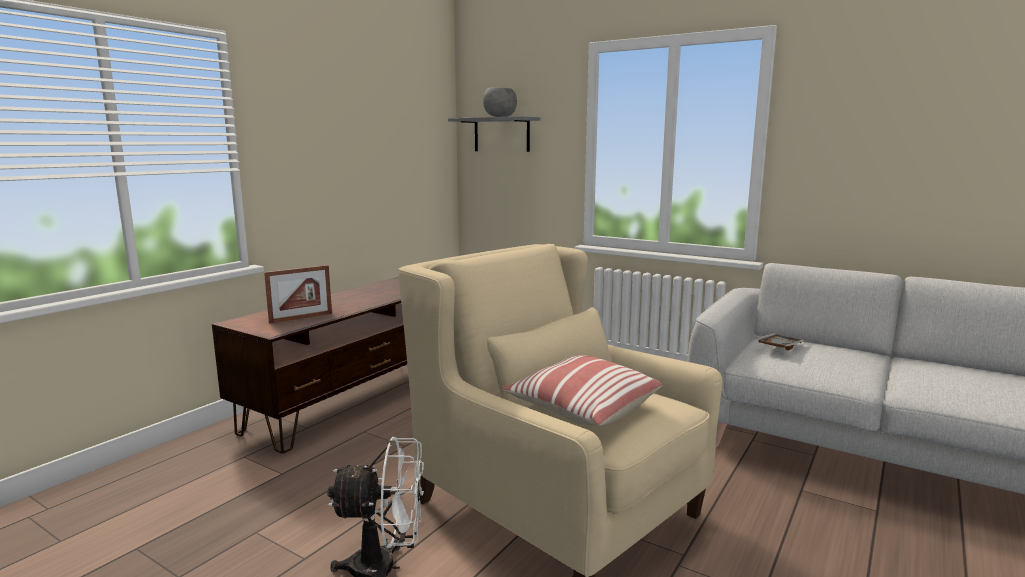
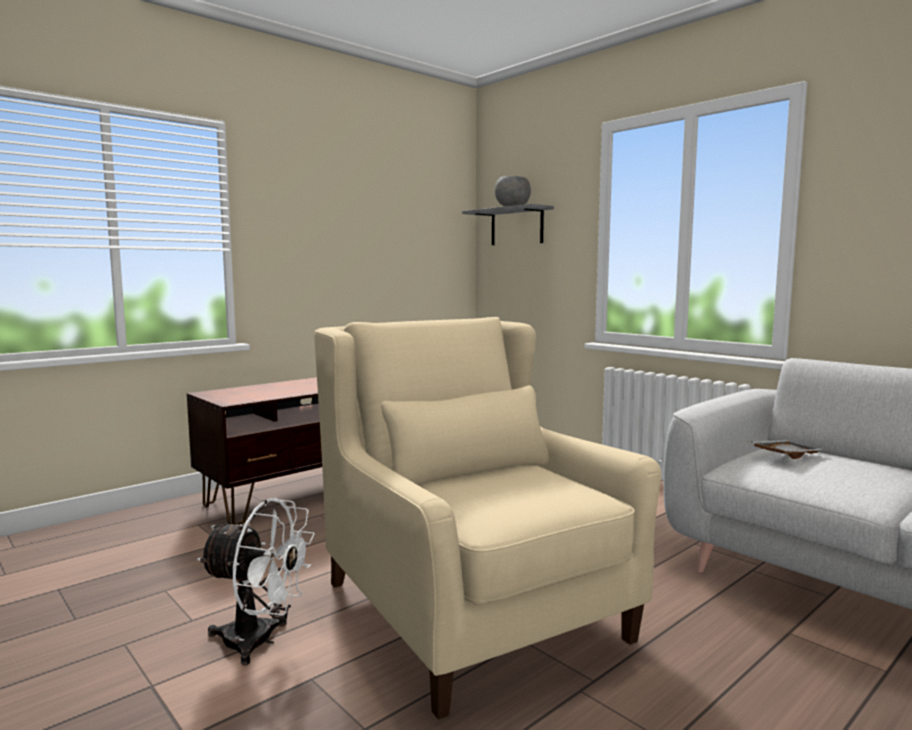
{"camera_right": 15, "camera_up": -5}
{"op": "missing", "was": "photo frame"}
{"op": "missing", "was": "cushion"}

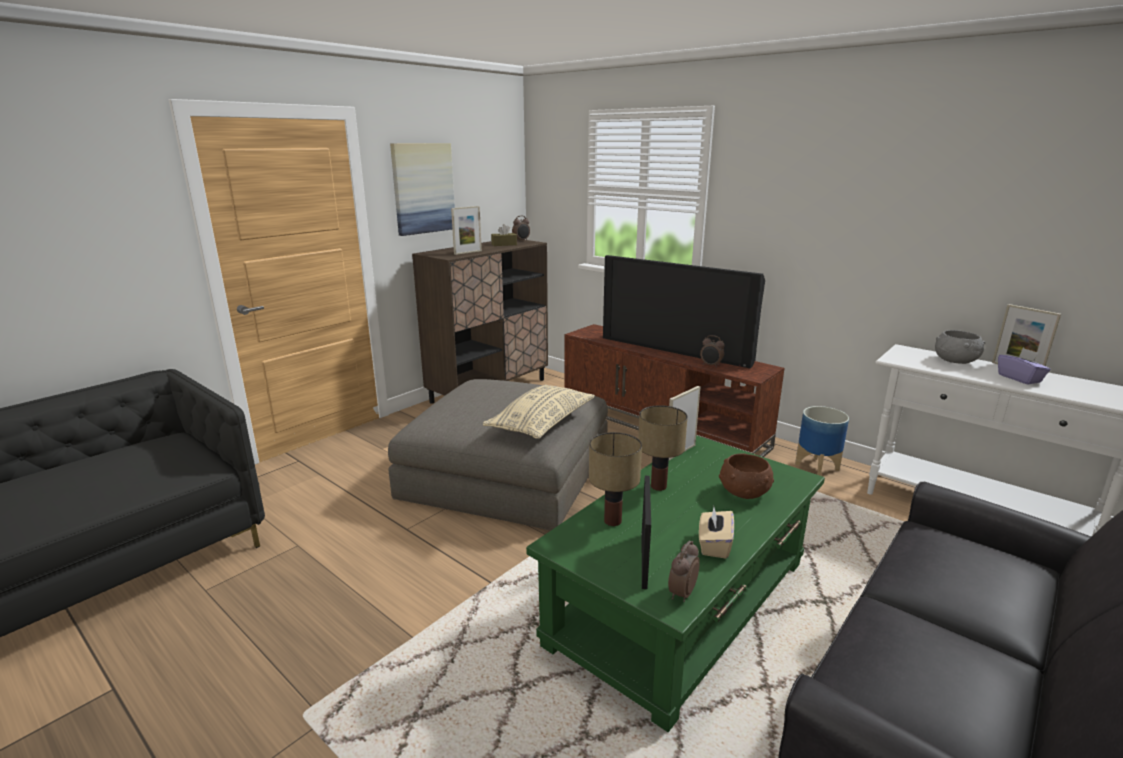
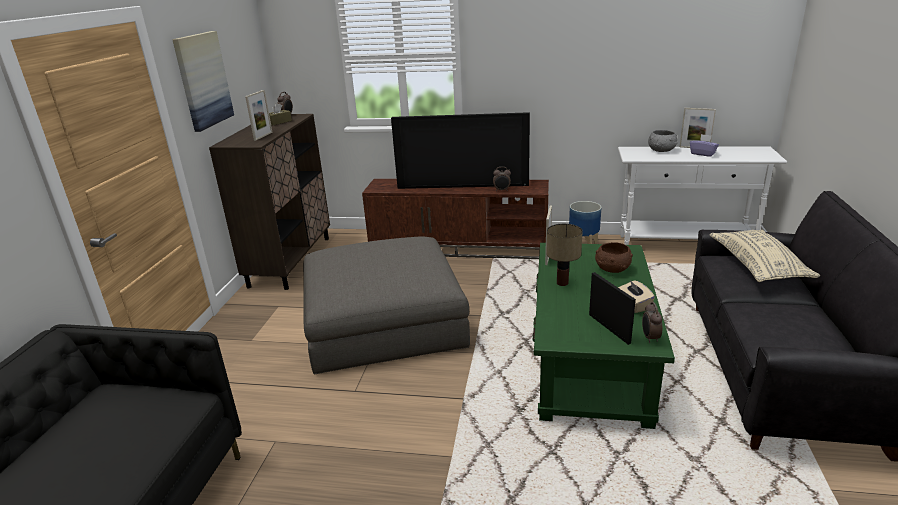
{"camera_right": -30, "camera_up": 5}
{"op": "relocated", "was": "cushion (beige)"}
{"op": "missing", "was": "tabletop lamp (no. 1 from left)"}

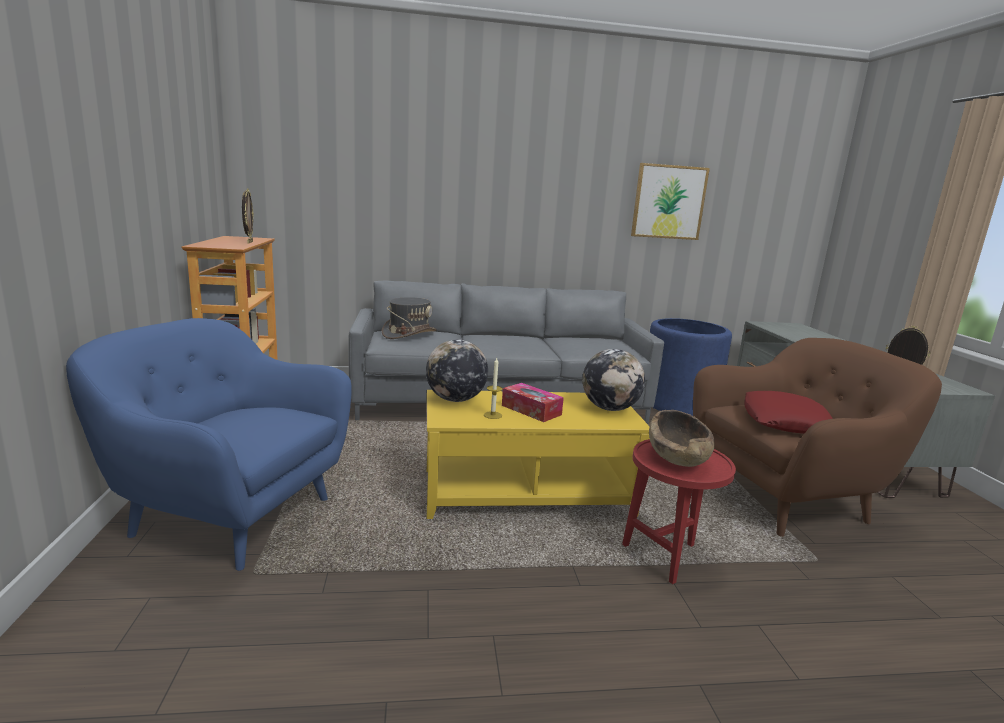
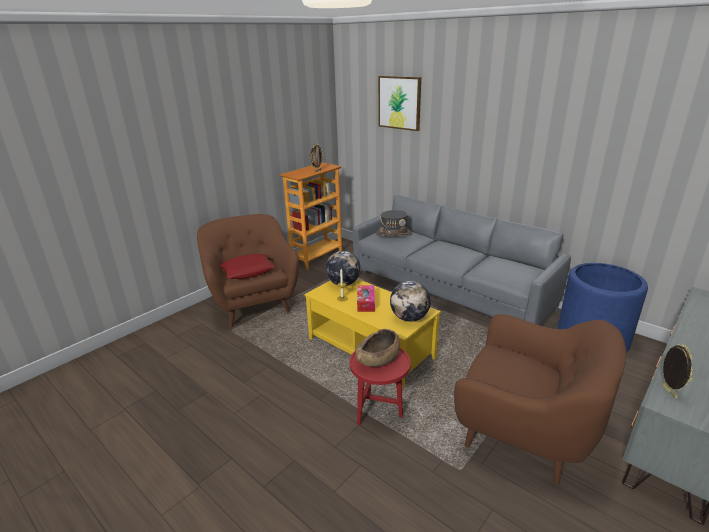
{"camera_right": 50, "camera_up": 10}
{"op": "relocated", "was": "wall art"}
{"op": "colour", "was": "lounge chair (blue-coloured)", "now": "lounge chair (brownish) (no. 1 from left)"}
{"op": "relocated", "was": "cushion (red)"}

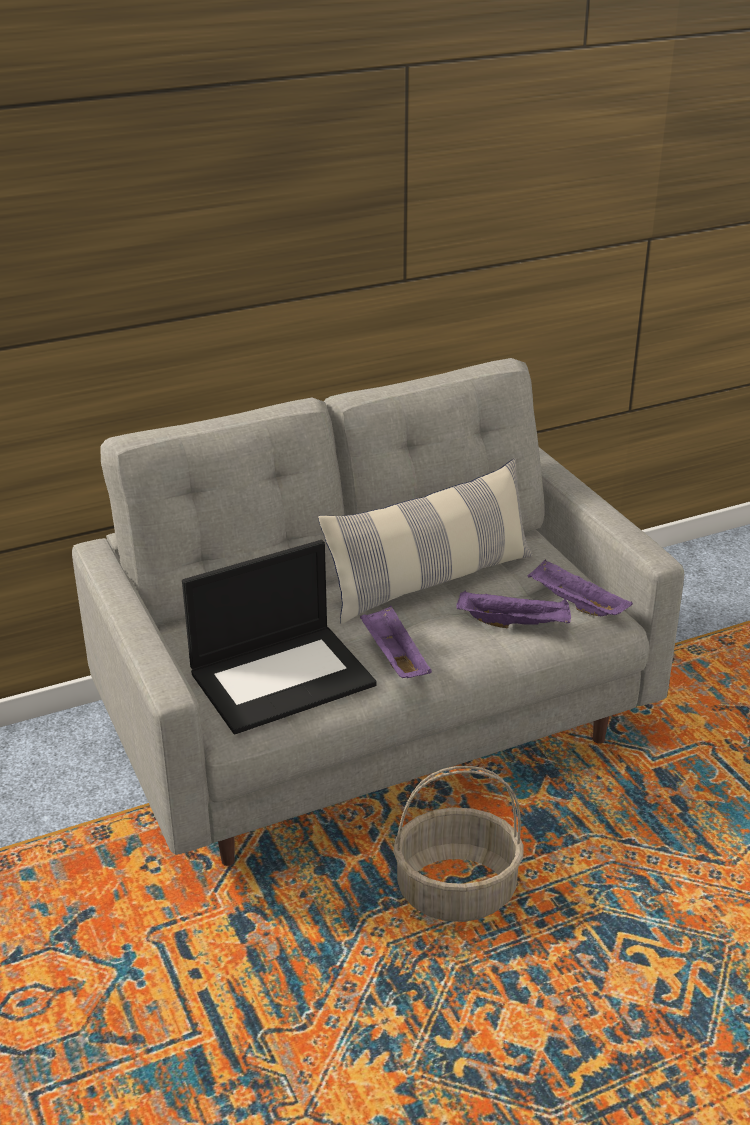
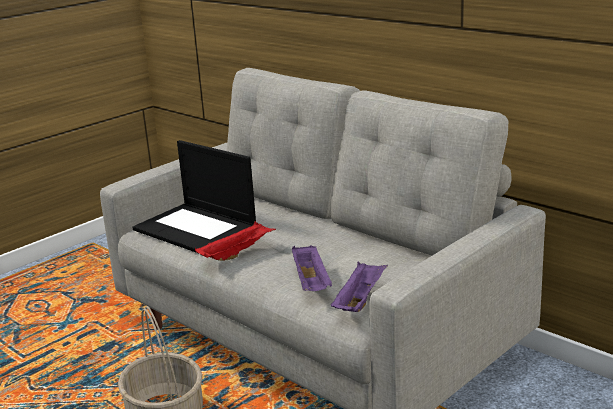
{"camera_right": 70, "camera_up": -10}
{"op": "missing", "was": "cushion"}
{"op": "colour", "was": "tray (purple) (no. 1 from left)", "now": "tray (red)"}

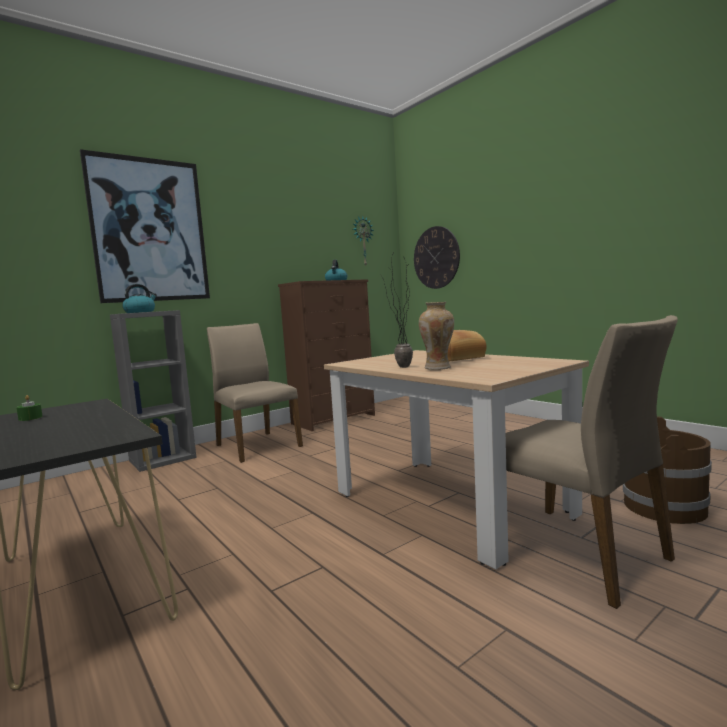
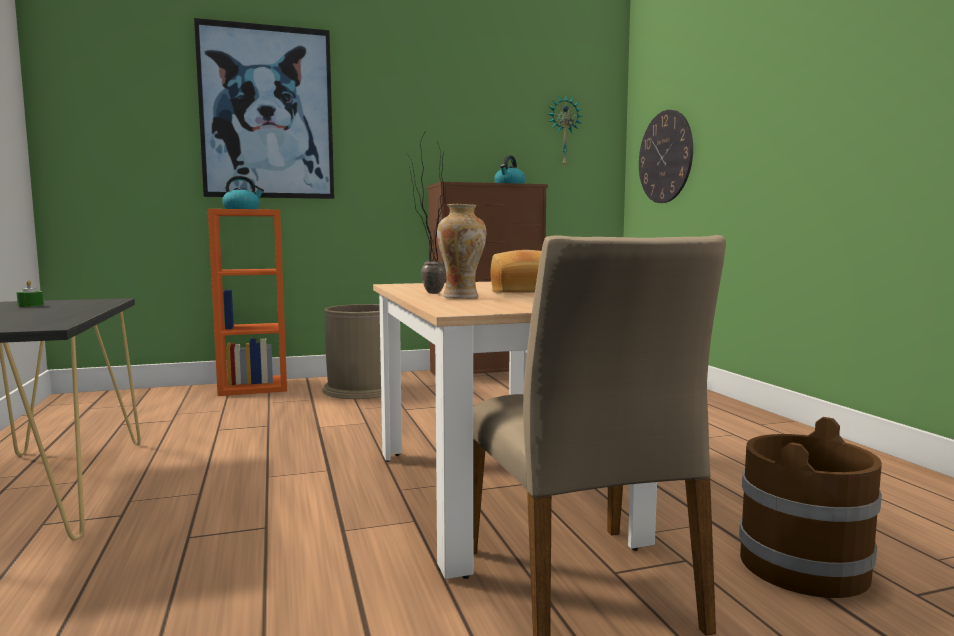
{"camera_right": 20, "camera_up": 0}
{"op": "colour", "was": "bookcase (greyish)", "now": "bookcase (orange-coloured)"}
{"op": "exchanged", "was": "chair (beige) (no. 1 from left)", "now": "trash can (brownish)"}

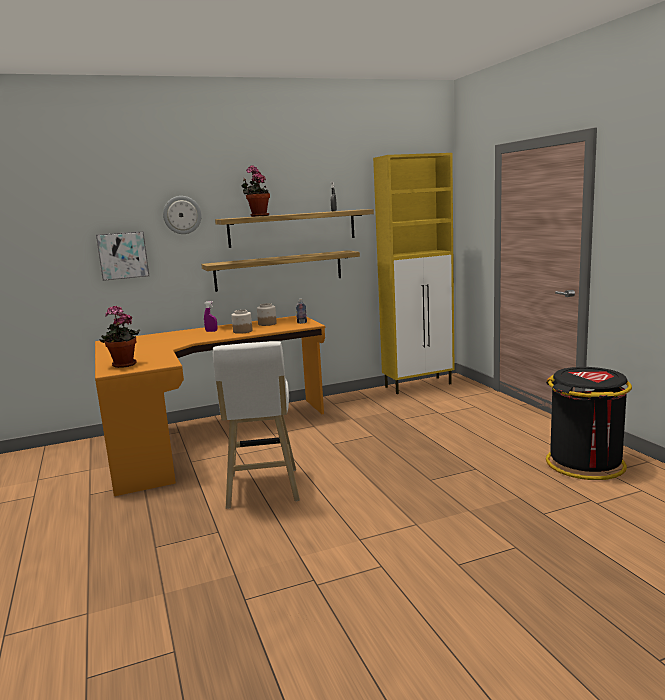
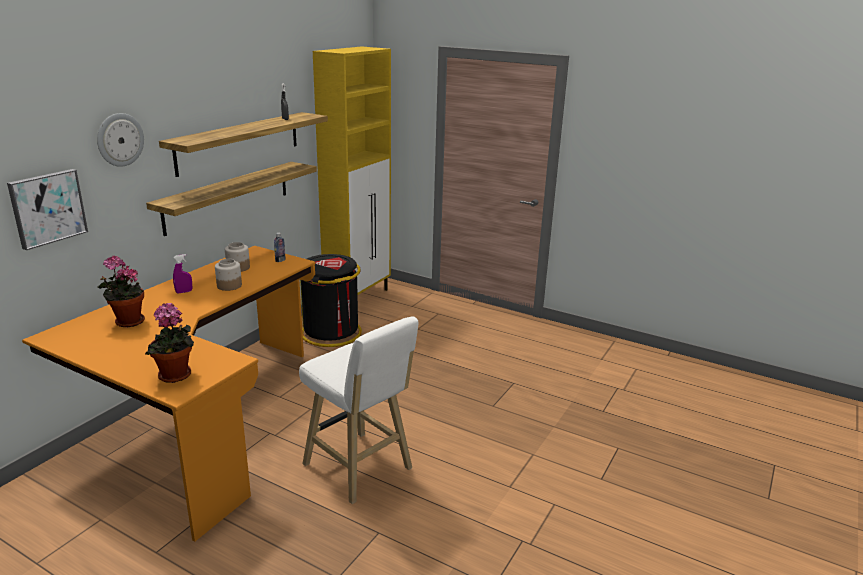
{"camera_right": -40, "camera_up": 10}
{"op": "relocated", "was": "potted plant (no. 2 from left in the first image)", "now": "potted plant (no. 1 from left)"}
{"op": "relocated", "was": "trash can (blackish)"}

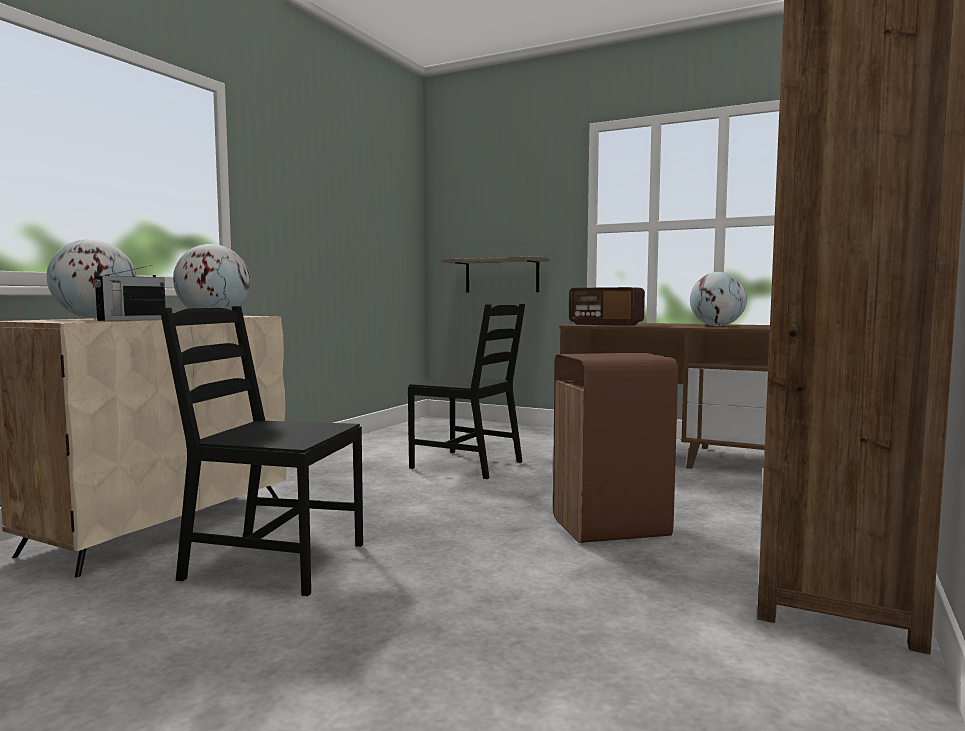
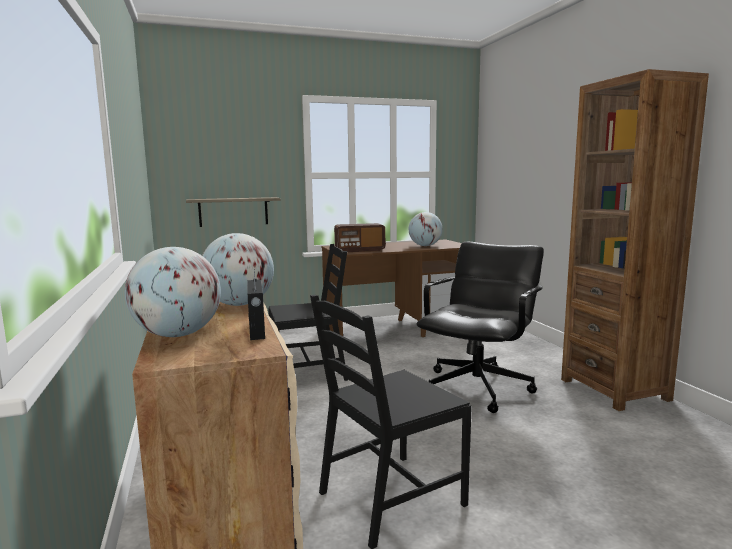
{"camera_right": -45, "camera_up": 5}
{"op": "exchanged", "was": "trash can (brownish)", "now": "computer chair (blackish)"}

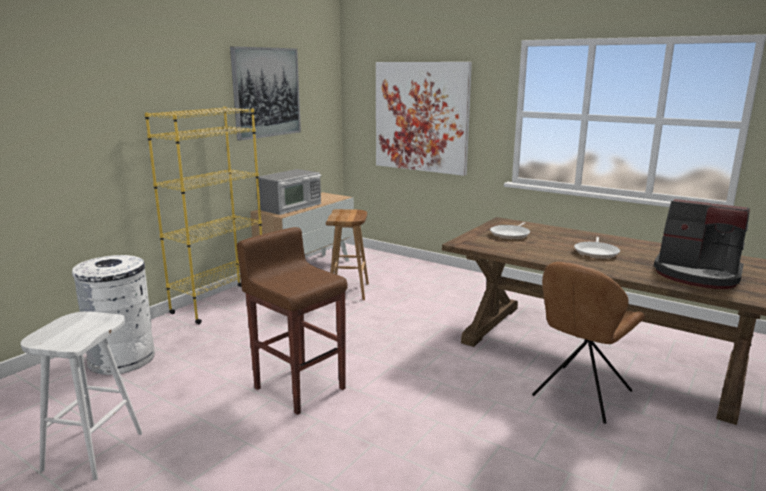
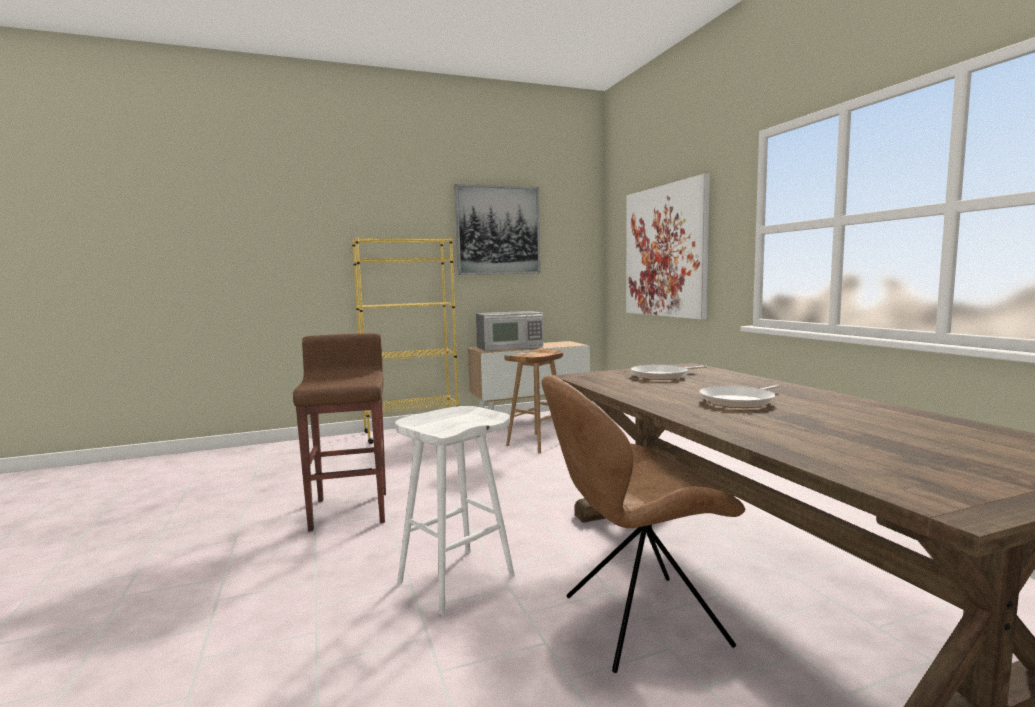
{"camera_right": 35, "camera_up": -10}
{"op": "missing", "was": "coffee maker"}
{"op": "missing", "was": "trash can (whitish)"}
{"op": "relocated", "was": "stool seat (whitish)"}

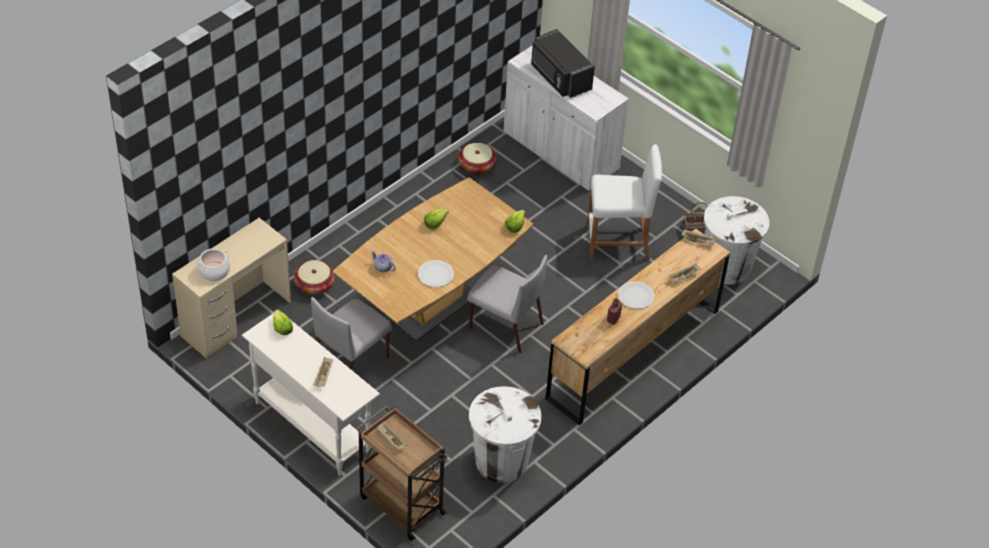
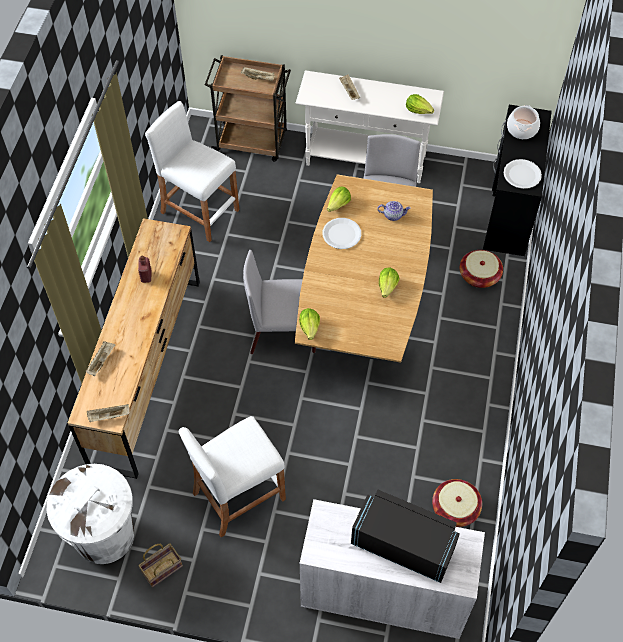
{"camera_right": 150, "camera_up": 10}
{"op": "colour", "was": "desk unit (beige)", "now": "desk unit (blackish)"}
{"op": "relocated", "was": "plate (whitish) (no. 2 from left)"}
{"op": "exchanged", "was": "trash can (whitish) (no. 1 from left)", "now": "stool seat (whitish) (no. 1 from left)"}
{"op": "appeared", "now": "head of lettuce (no. 2 from left)"}

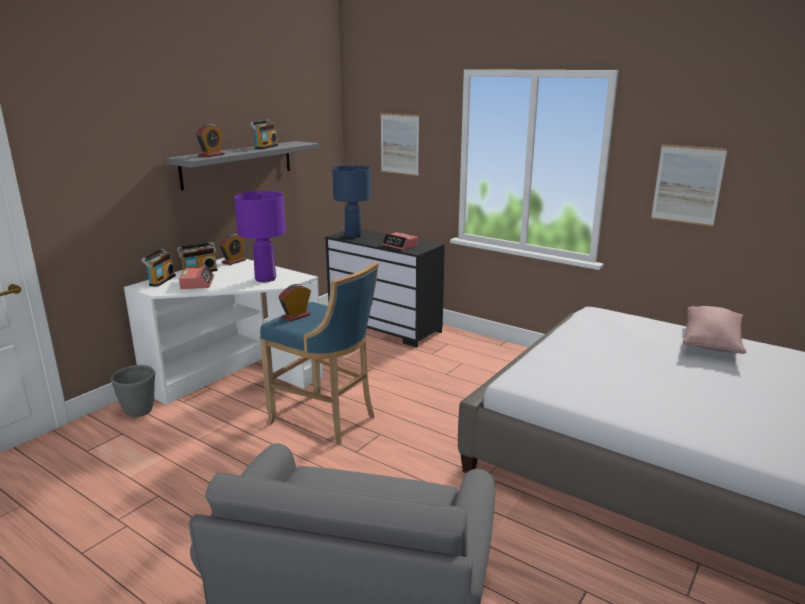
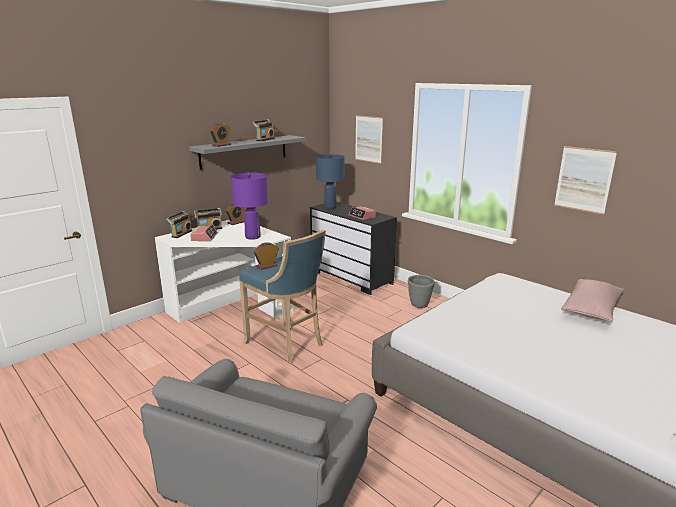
{"camera_right": 10, "camera_up": 0}
{"op": "relocated", "was": "flower pot (greyish)"}

